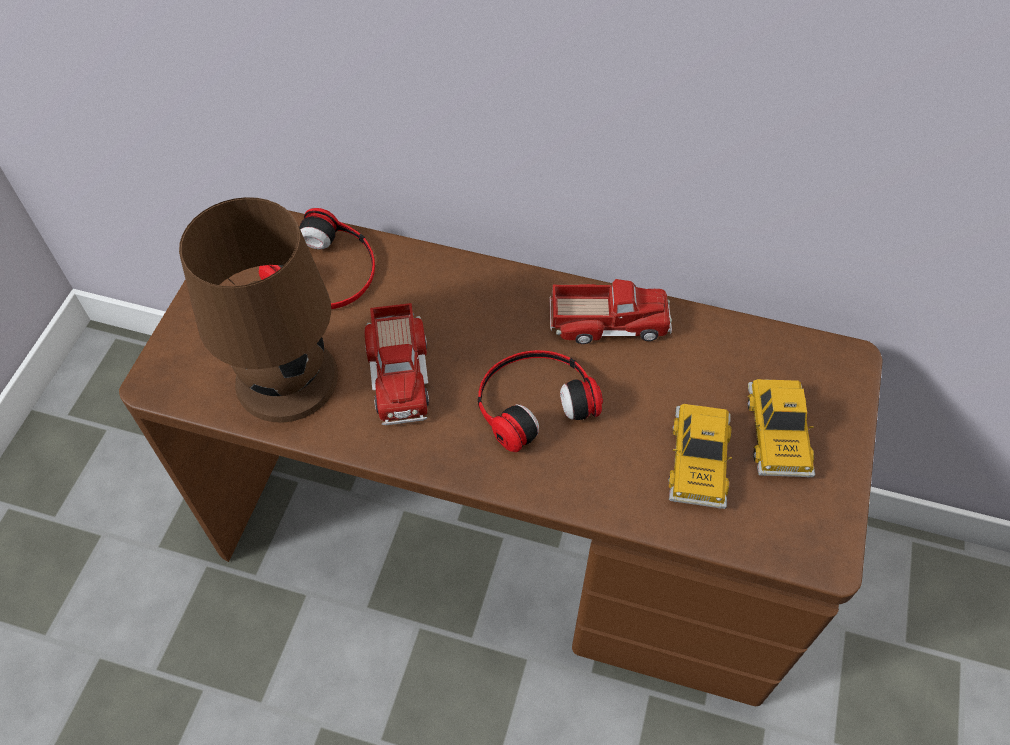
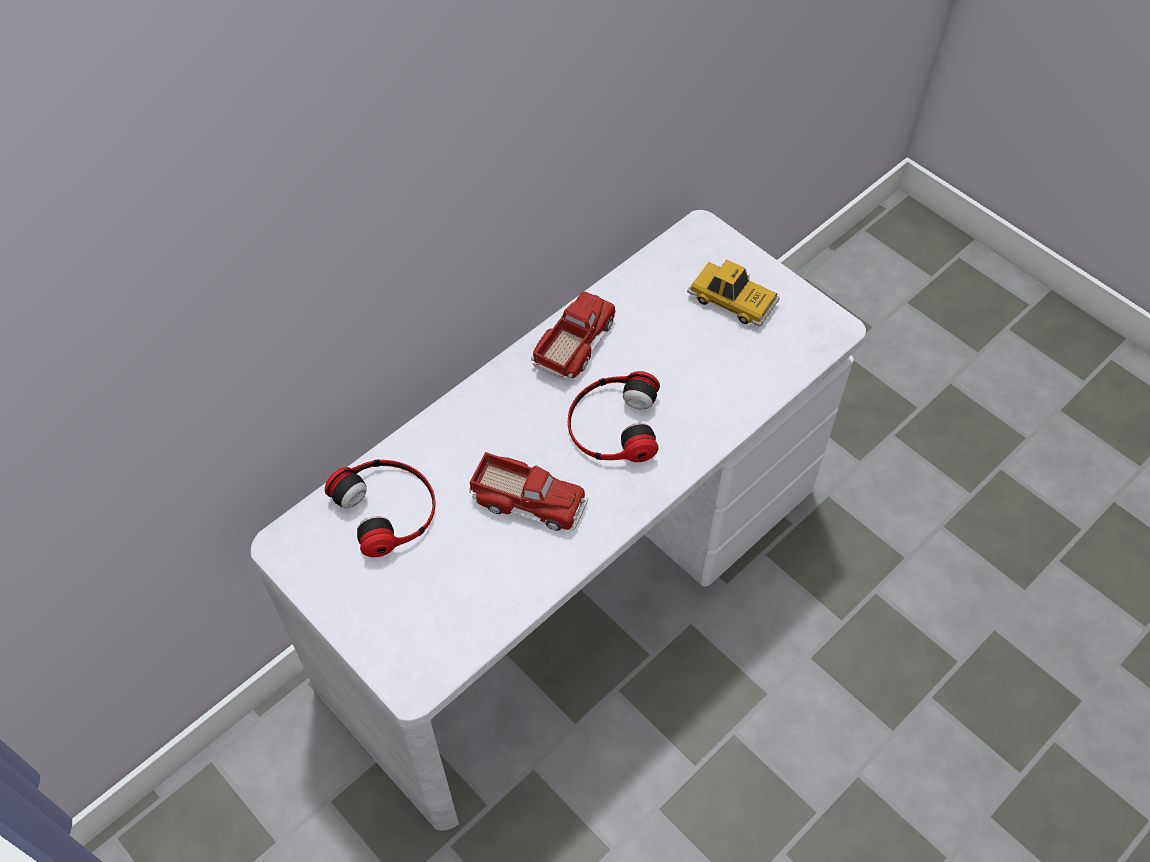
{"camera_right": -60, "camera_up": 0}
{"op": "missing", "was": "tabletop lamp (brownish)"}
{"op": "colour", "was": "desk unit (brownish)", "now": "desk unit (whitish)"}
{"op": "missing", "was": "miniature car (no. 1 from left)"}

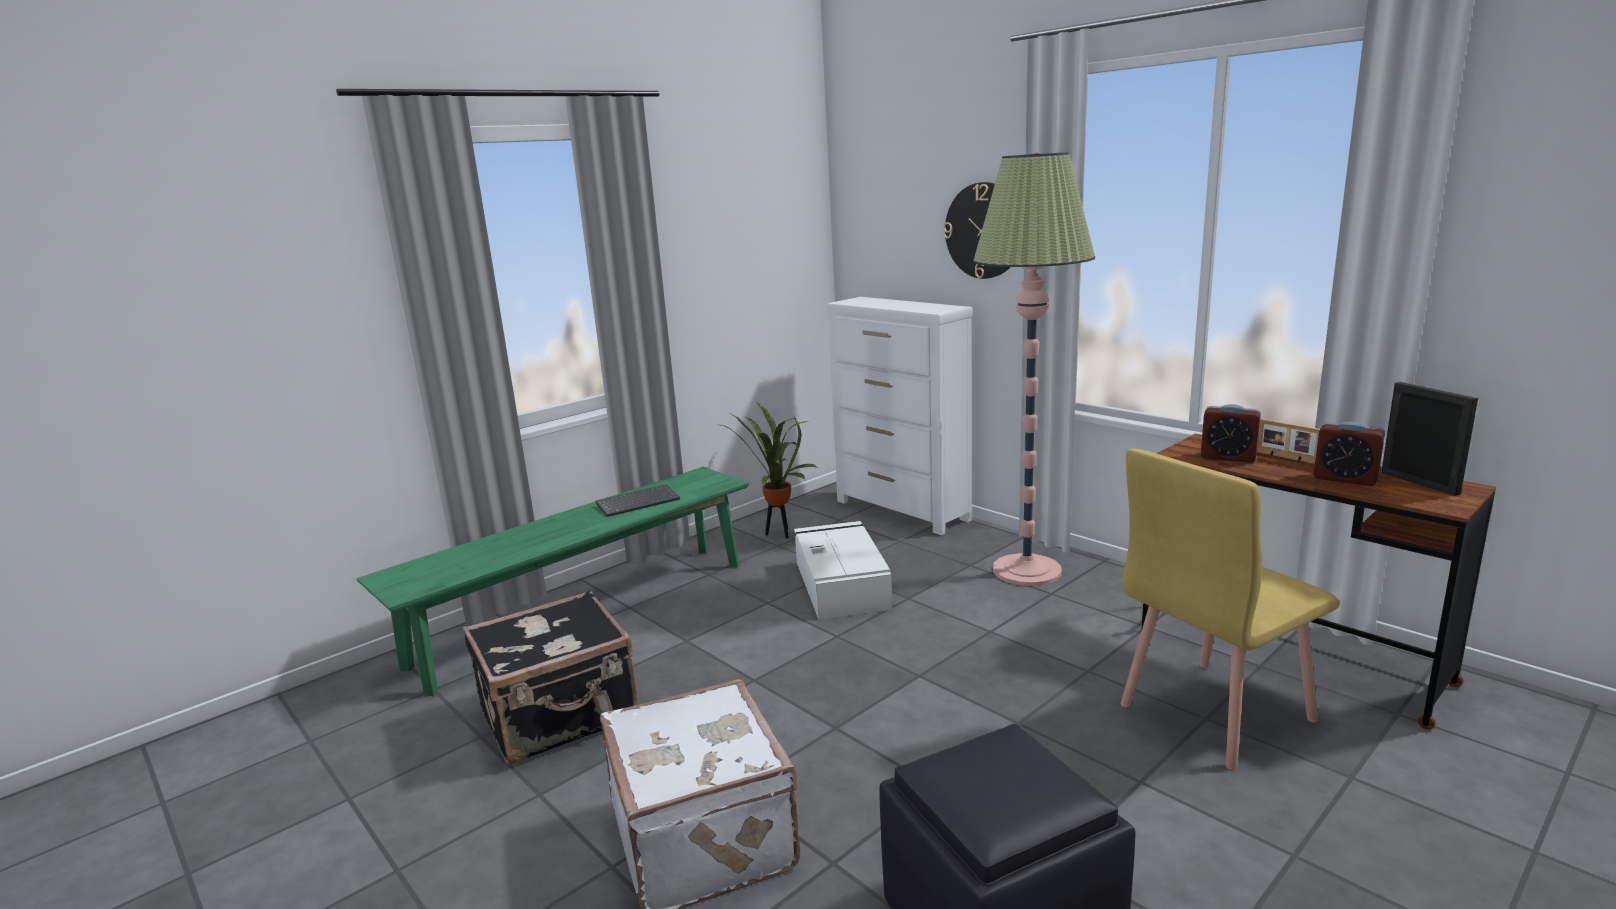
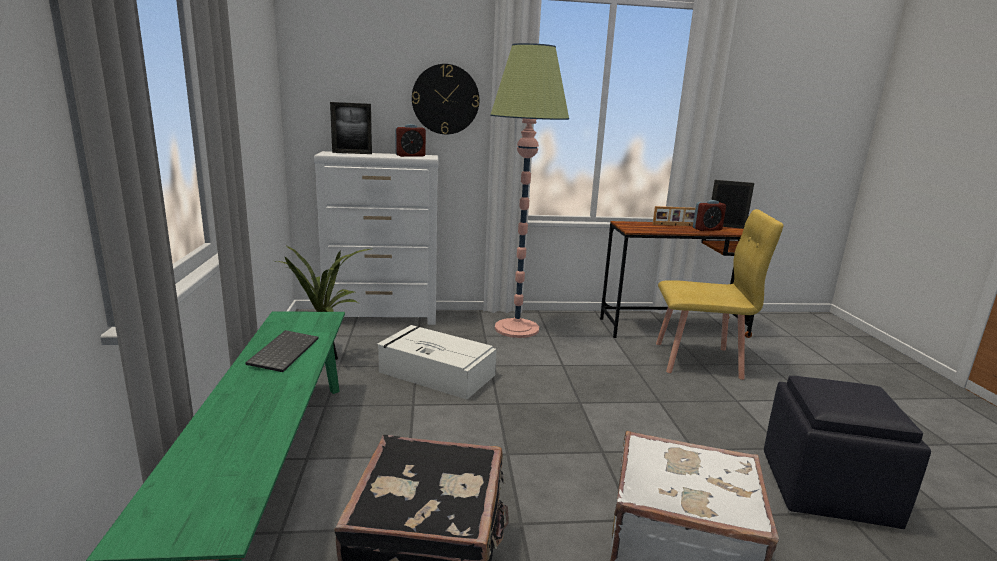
{"camera_right": -55, "camera_up": 0}
{"op": "relocated", "was": "table clock (no. 1 from left)"}
{"op": "spun", "was": "chair (yellow)", "clockwise": -90}
{"op": "appeared", "now": "photo frame (no. 1 from left)"}

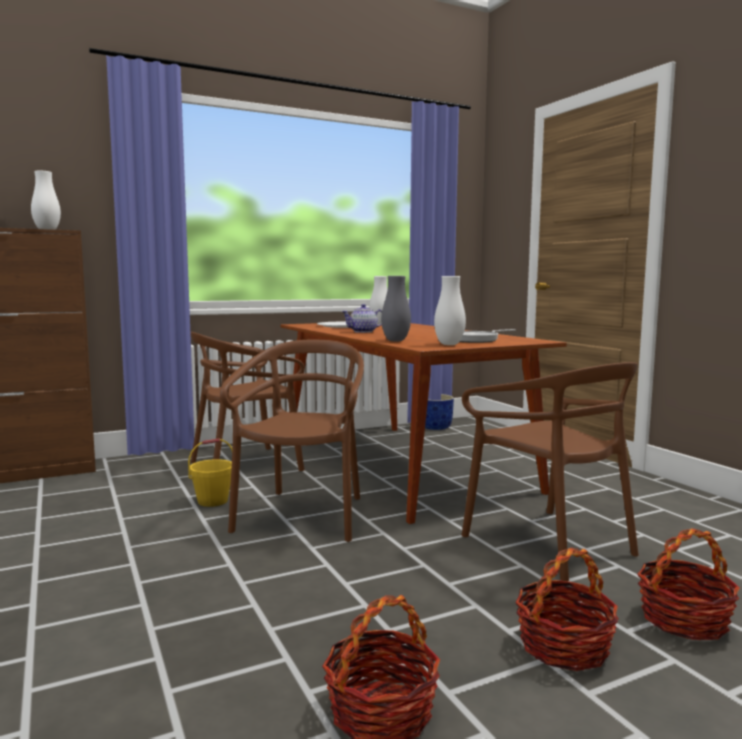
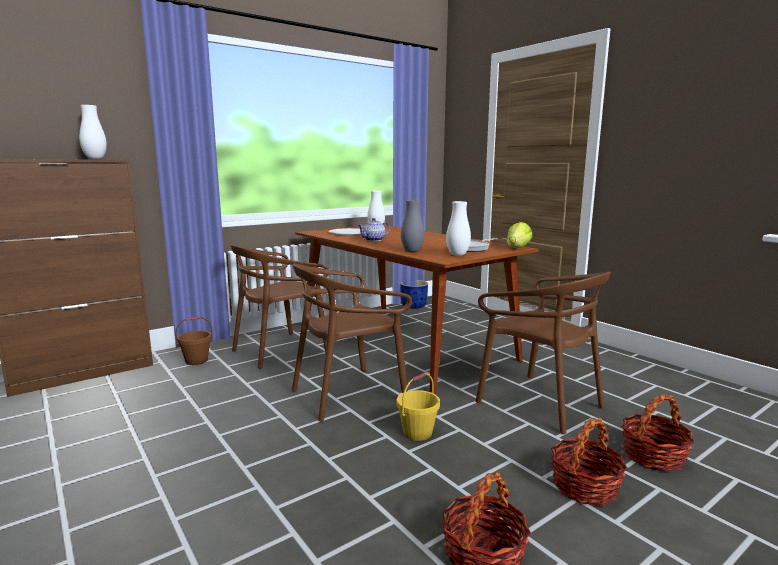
{"camera_right": -10, "camera_up": 5}
{"op": "spun", "was": "chair (brownish) (no. 2 from left)", "clockwise": -120}
{"op": "relocated", "was": "water bucket (yellow)"}
{"op": "appeared", "now": "head of lettuce"}
{"op": "appeared", "now": "water bucket (brownish)"}

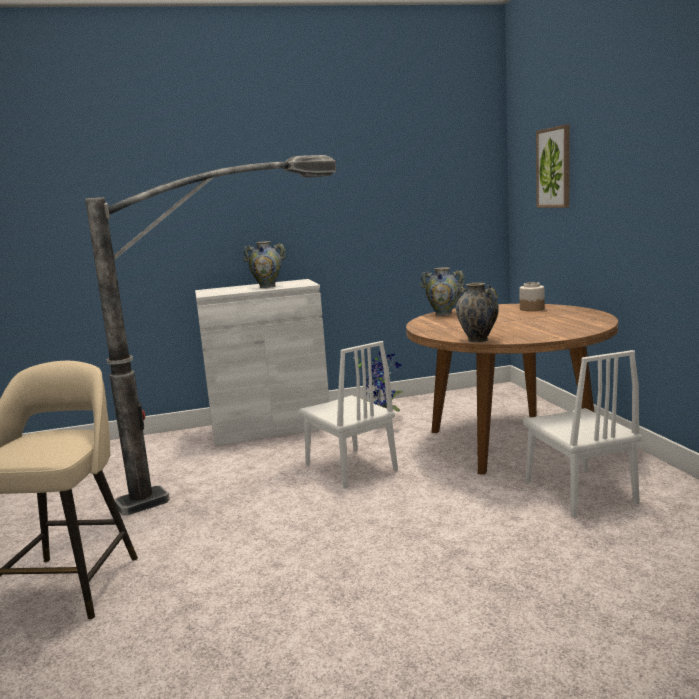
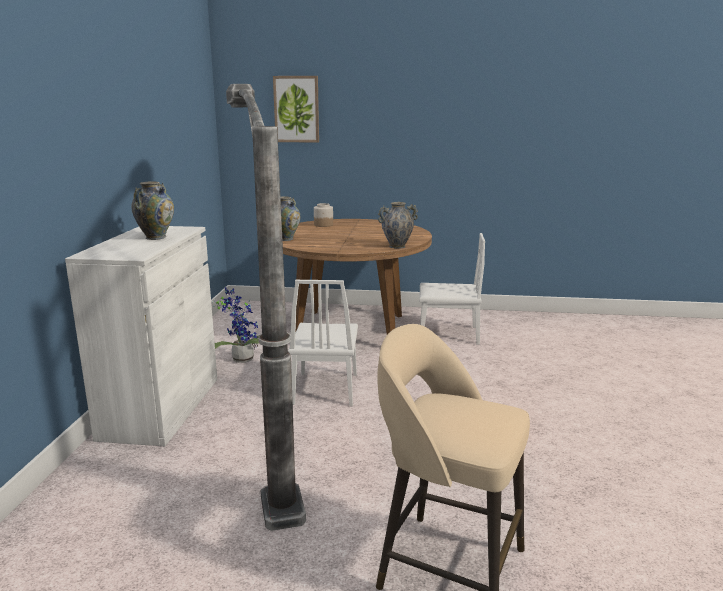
{"camera_right": -70, "camera_up": 5}
{"op": "spun", "was": "chair (whitish) (no. 1 from left)", "clockwise": 105}

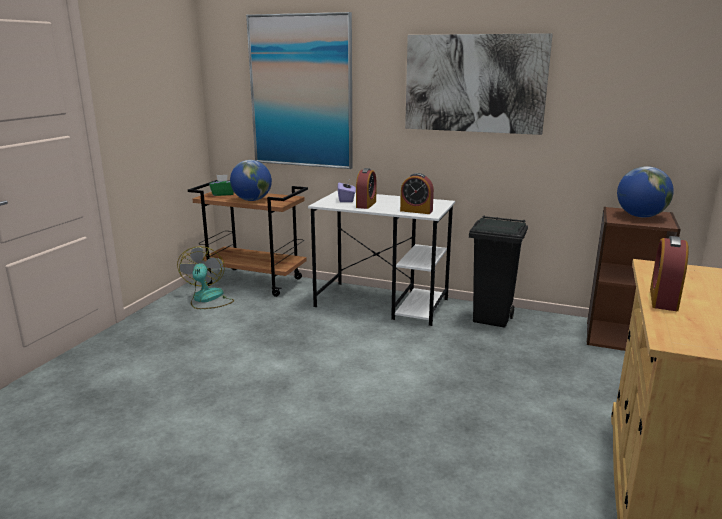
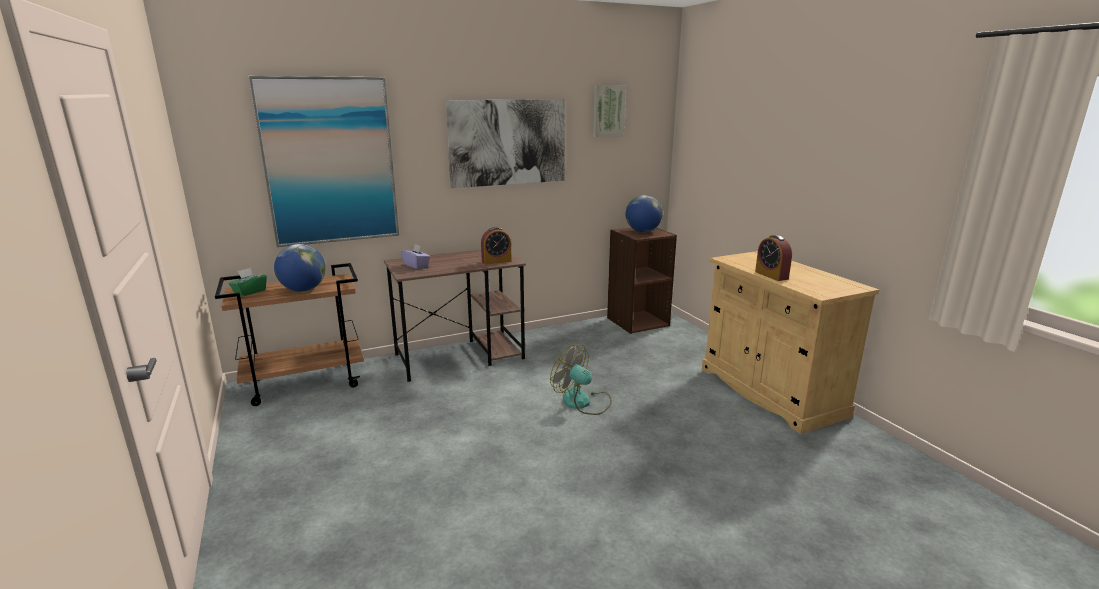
{"camera_right": -45, "camera_up": 0}
{"op": "missing", "was": "table clock (no. 1 from left)"}
{"op": "colour", "was": "desk unit (whitish)", "now": "desk unit (brownish)"}
{"op": "missing", "was": "trash can (blackish)"}
{"op": "relocated", "was": "fan"}
{"op": "appeared", "now": "wall art (no. 3 from left)"}

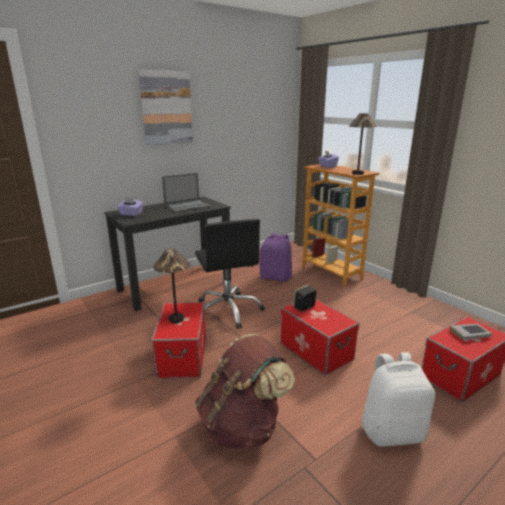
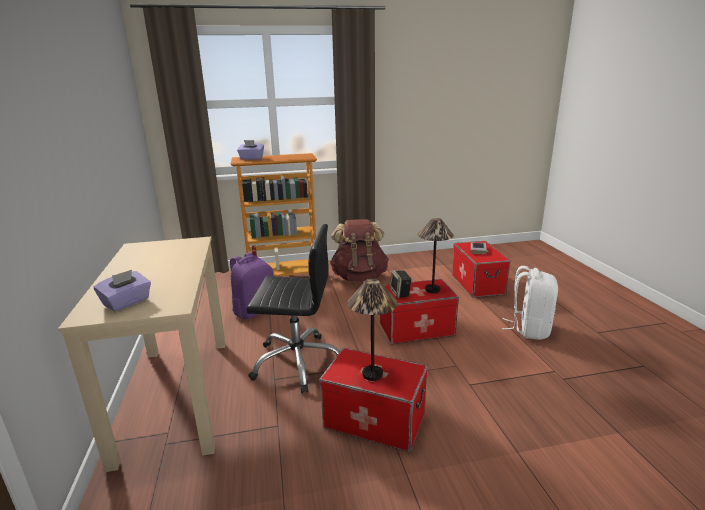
{"camera_right": -65, "camera_up": 0}
{"op": "missing", "was": "wall art"}
{"op": "relocated", "was": "tabletop lamp (no. 2 from left)"}
{"op": "missing", "was": "notebook computer"}
{"op": "colour", "was": "desk unit (blackish)", "now": "desk unit (beige)"}
{"op": "relocated", "was": "rucksack (brownish)"}

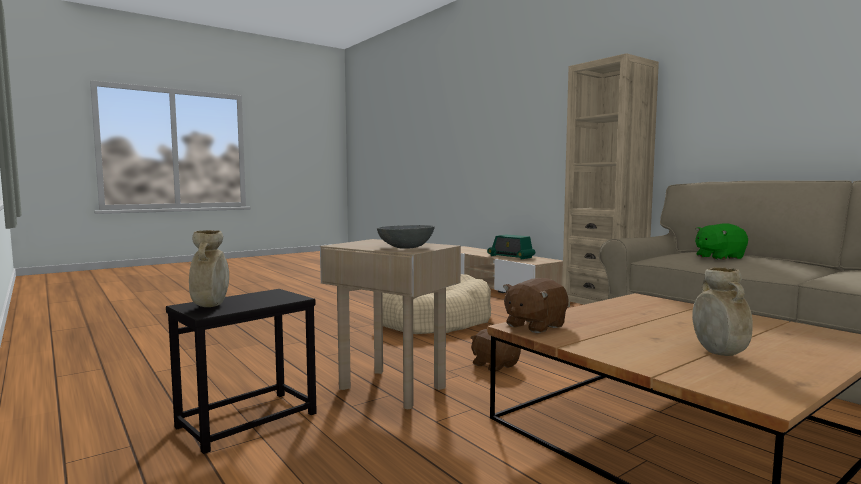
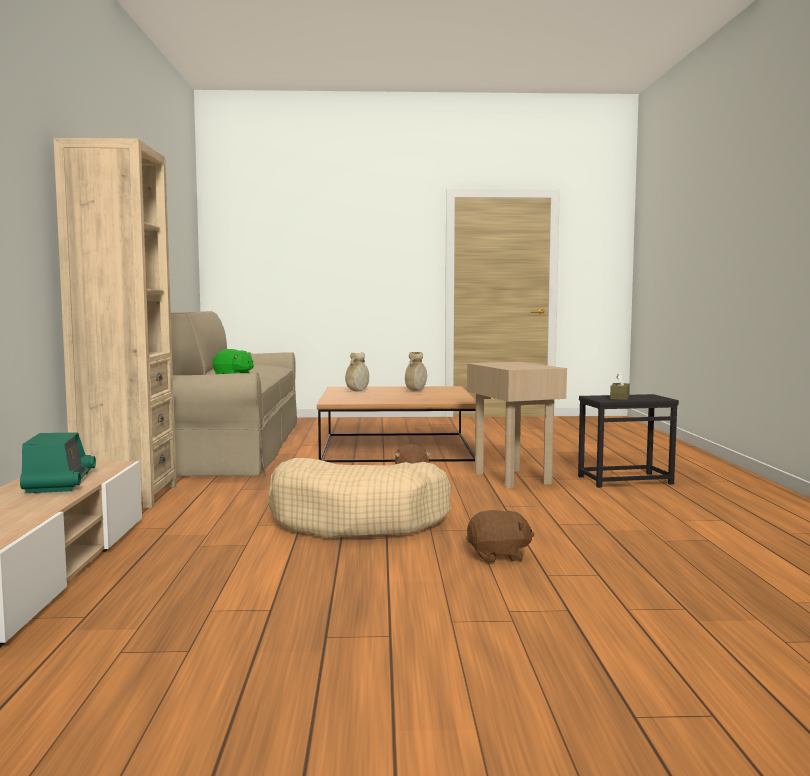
{"camera_right": -145, "camera_up": 0}
{"op": "missing", "was": "bowl (greyish)"}
{"op": "relocated", "was": "decorative vase (beige) (no. 1 from left)"}
{"op": "relocated", "was": "cuddly toy (brownish) (no. 2 from left)"}
{"op": "appeared", "now": "tissue holder (brownish)"}

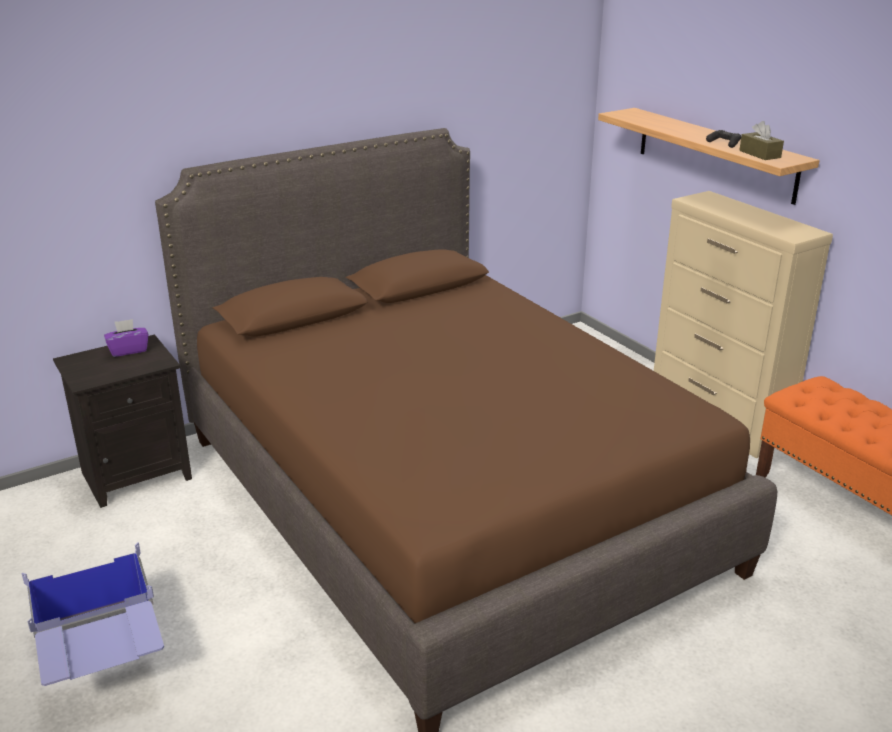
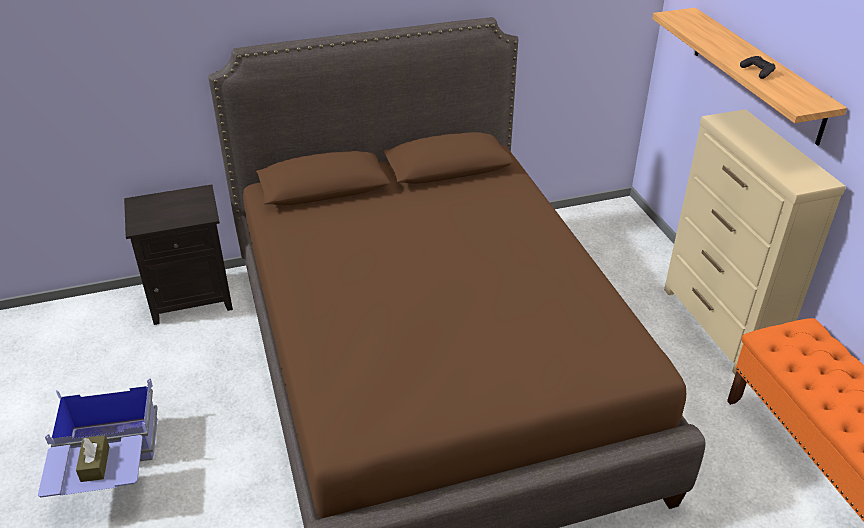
{"camera_right": 15, "camera_up": 10}
{"op": "relocated", "was": "tissue holder (brownish)"}
{"op": "missing", "was": "tissue holder (purple)"}

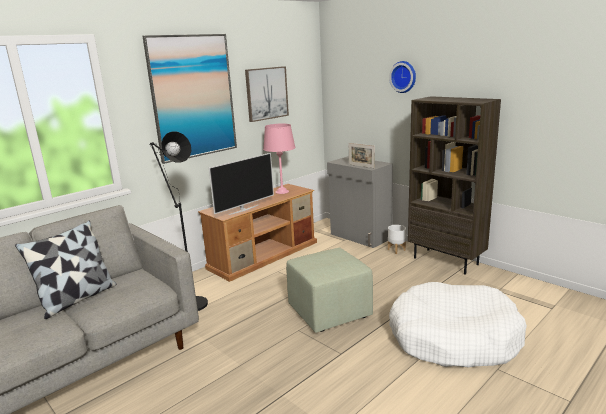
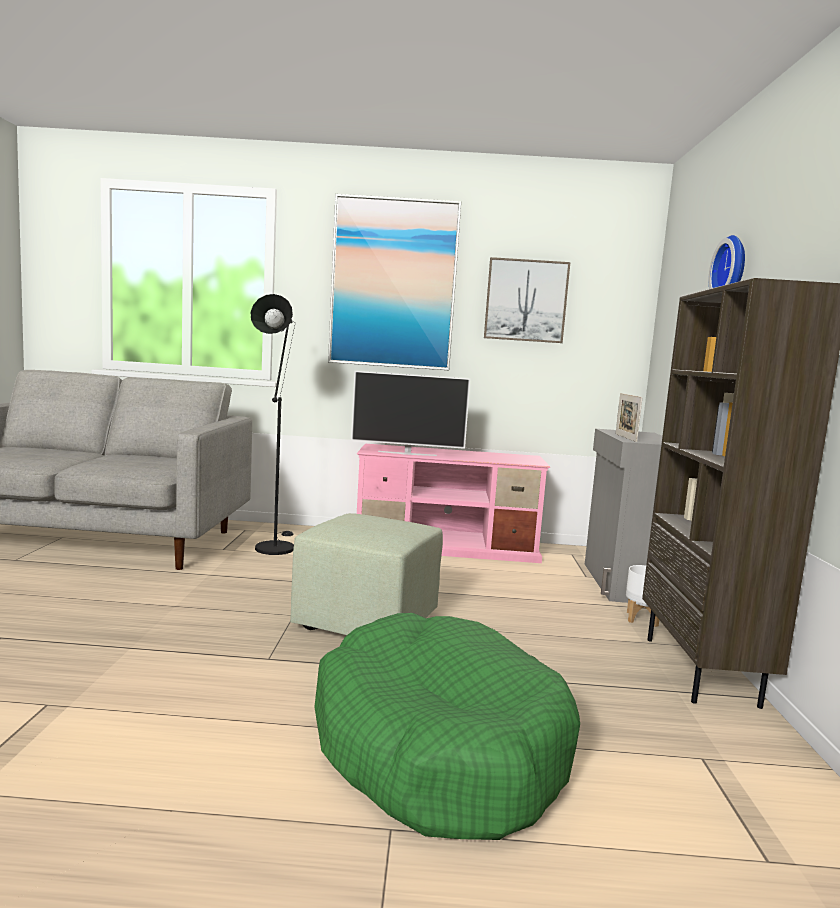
{"camera_right": 45, "camera_up": -10}
{"op": "missing", "was": "tabletop lamp (pinkish)"}
{"op": "colour", "was": "tv unit (brownish)", "now": "tv unit (pinkish)"}
{"op": "missing", "was": "cushion"}
{"op": "colour", "was": "dog cushion (whitish)", "now": "dog cushion (greenish)"}

